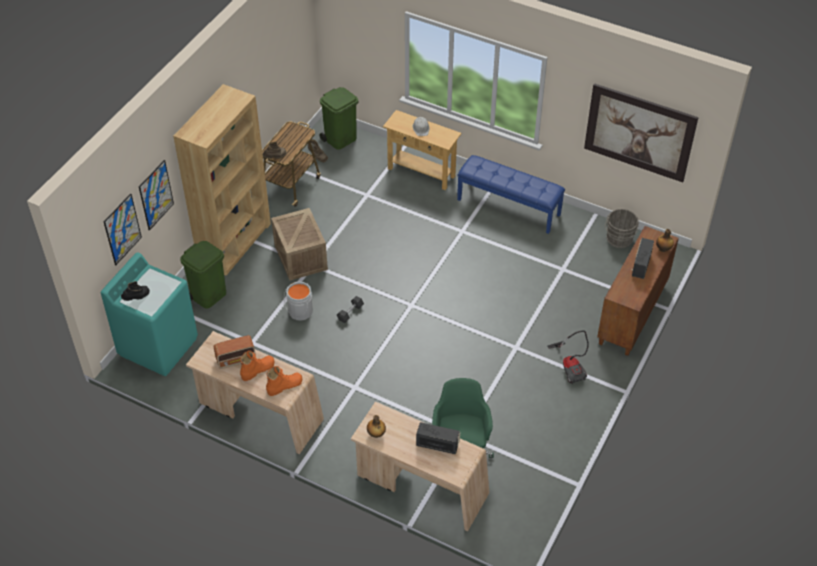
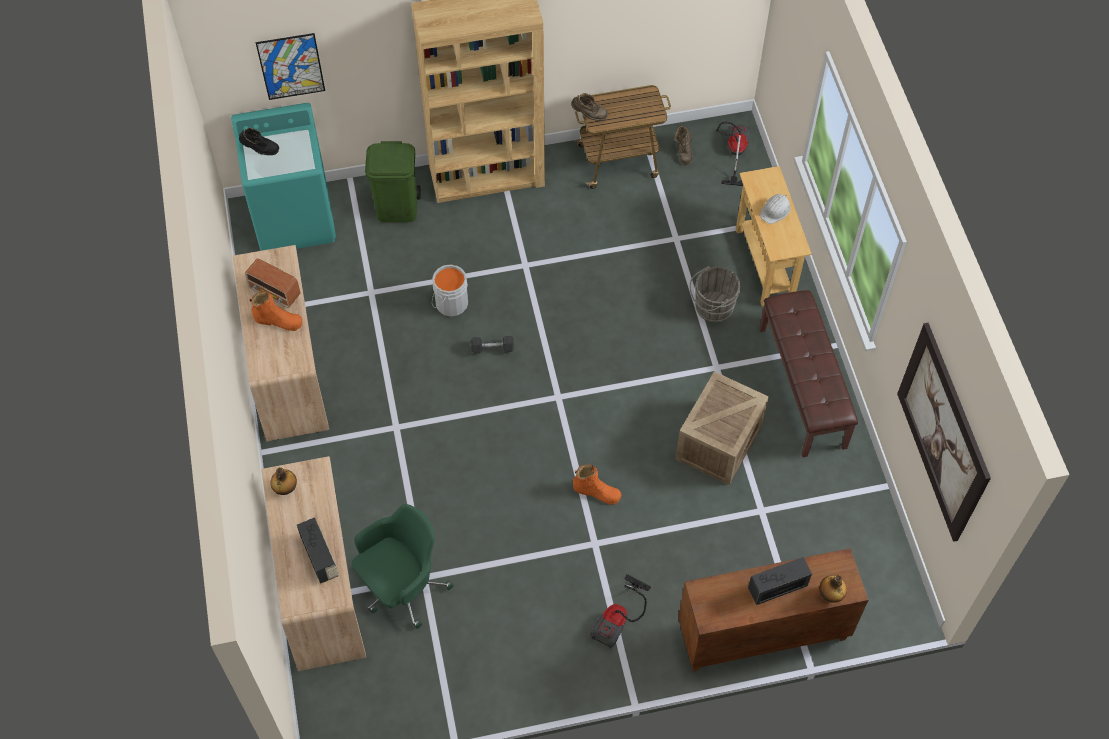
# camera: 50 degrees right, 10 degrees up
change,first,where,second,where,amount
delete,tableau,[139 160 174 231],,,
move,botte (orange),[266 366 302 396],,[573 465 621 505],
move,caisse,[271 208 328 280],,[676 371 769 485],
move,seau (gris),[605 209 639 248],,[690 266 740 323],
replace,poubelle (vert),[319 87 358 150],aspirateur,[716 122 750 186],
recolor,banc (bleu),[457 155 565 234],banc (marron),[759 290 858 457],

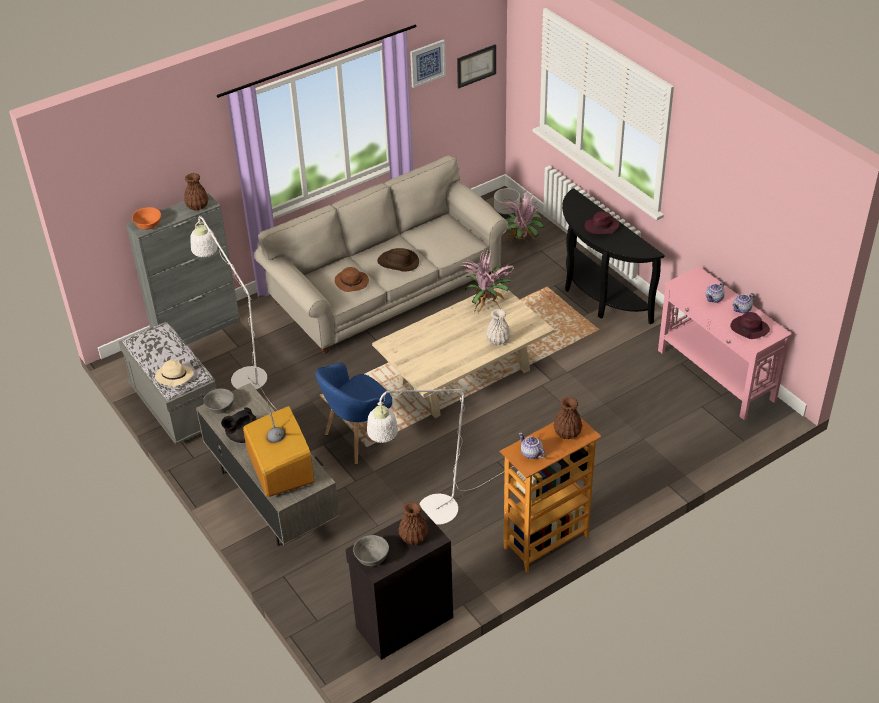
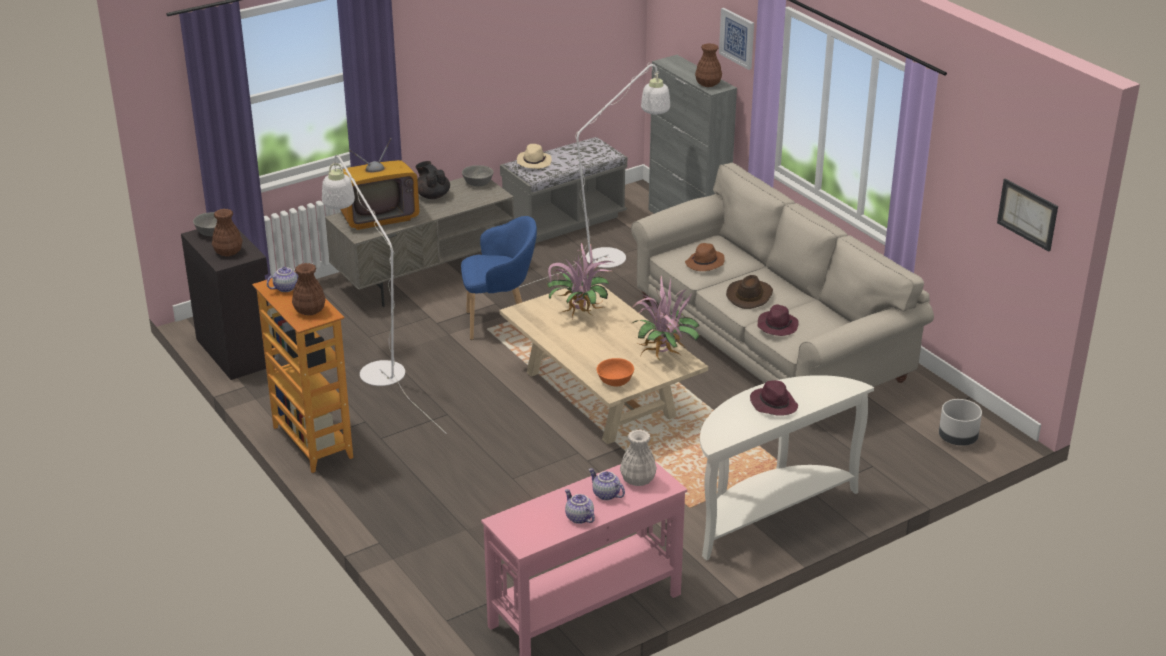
# camera: 90 degrees right, 10 degrees down
change,first,where,second,where,amount
move,bol (orange),[132 207 161 230],,[596 358 634 386],
move,tableau,[410 40 446 88],,[719 8 754 70],
move,vase (blanc),[486 309 510 345],,[620 429 657 486],
move,plante en pot,[499 189 545 244],,[544 243 612 320],
move,chapeau (violet),[730 312 770 339],,[757 305 799 336],
recolor,table console (noir),[562 188 665 324],table console (blanc),[700 375 874 560],
rotate,fauteuil (bleu),[316 363 395 465],,[461 216 537 340],120 degrees clockwise

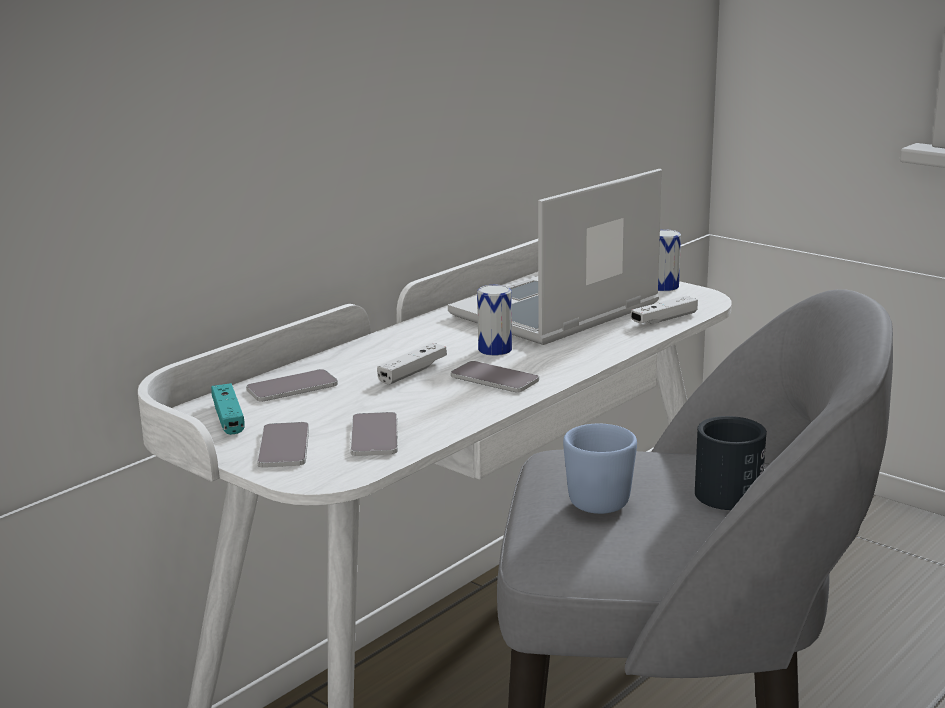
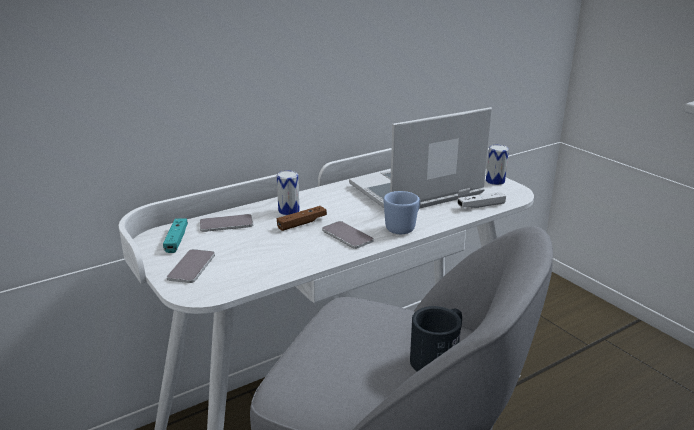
# camera: 15 degrees right, 5 degrees up
change,first,where,second,where,amount
delete,téléphone,[350 412 398 456],,,
move,boîte métallique,[477 285 512 356],,[277 171 300 215],
move,mug (bleu),[563 424 637 514],,[384 191 420 234],
recolor,manette (blanc),[377 343 447 385],manette (marron),[277 206 327 231],

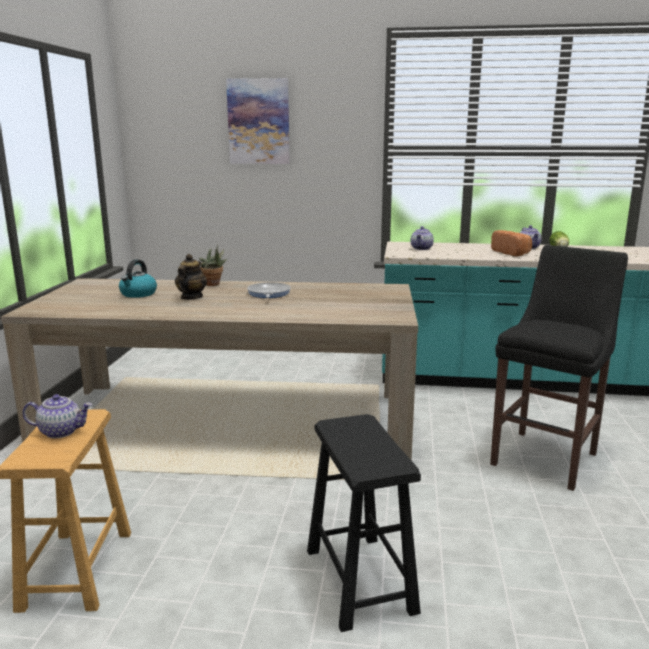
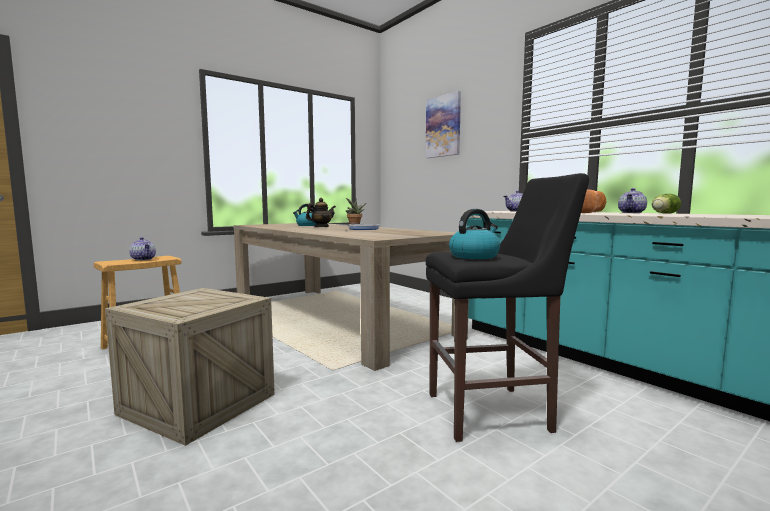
# camera: 45 degrees right, 10 degrees down
change,first,where,second,where,amount
insert,,,bouilloire,[449 209 500 259],
replace,tabouret (noir),[307 414 421 632],caisse,[105 288 275 446],

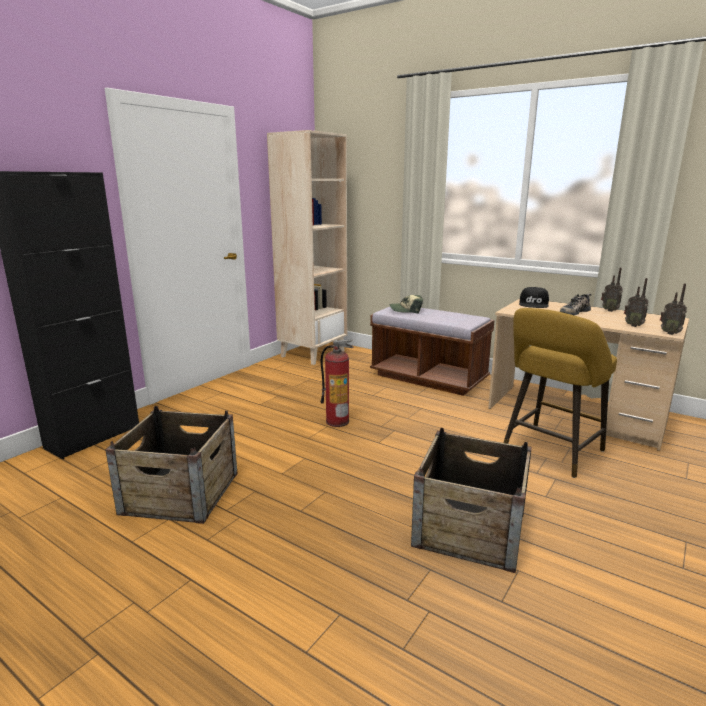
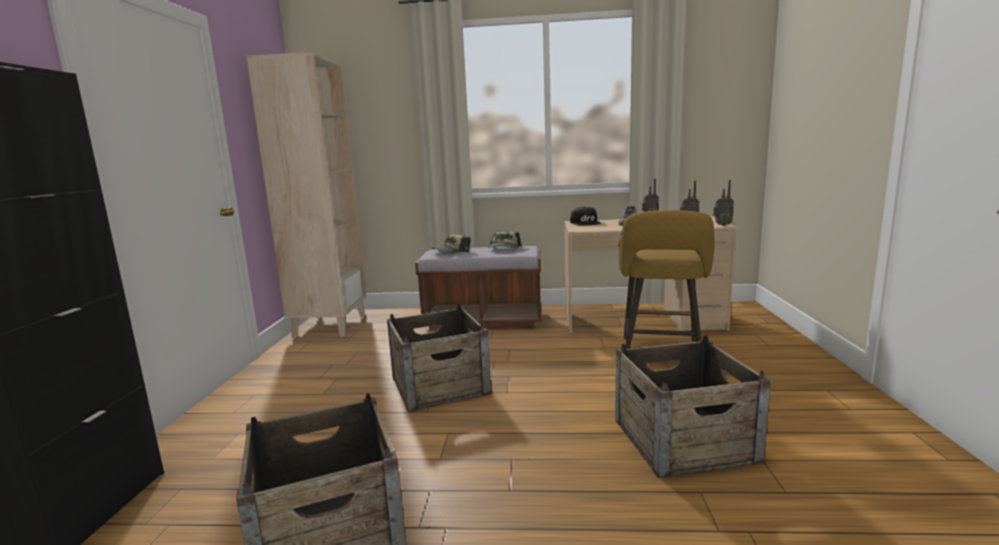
# camera: 30 degrees left, 5 degrees down
change,first,where,second,where,amount
insert,,,casquette,[488 231 522 249],
replace,extincteur,[320 339 354 427],caisse,[387 304 491 412],

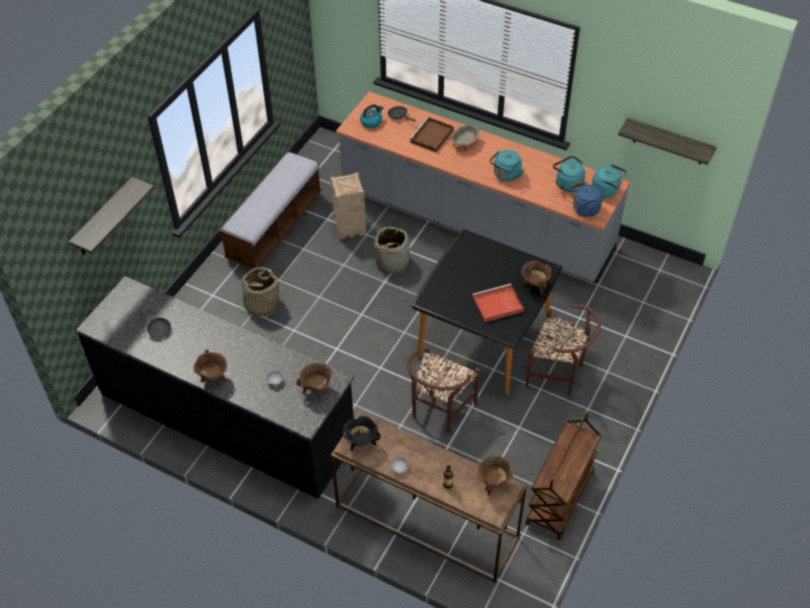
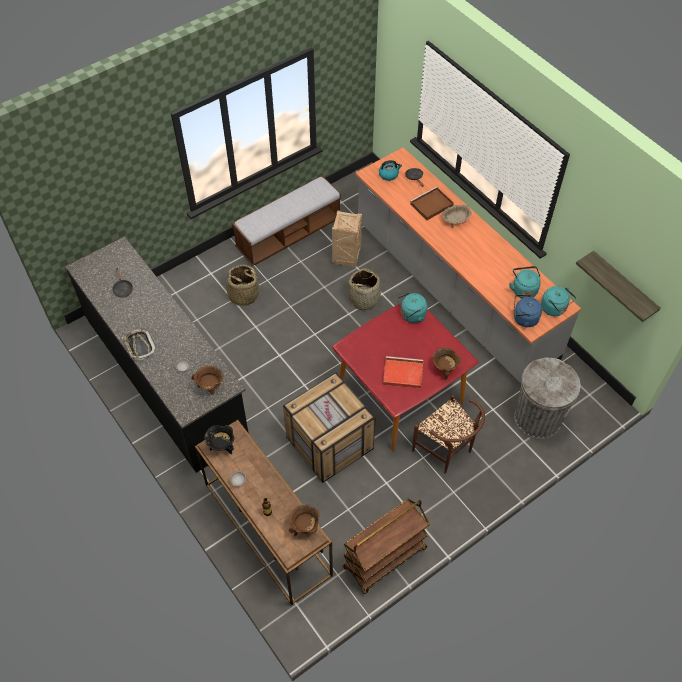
# camera: 25 degrees right, 5 degrees up
change,first,where,second,where,amount
delete,étagère,[69 177 154 255],,,
insert,,,poubelle (gris),[514 358 580 440],
move,bouilloire (turquoise),[490 150 524 181],,[397 292 427 323],
replace,marmite (marron),[193 349 227 382],plateau,[122 328 157 361],
replace,chaise (marron),[407 347 480 434],caisse,[283 373 376 483],
recolor,table à manger (noir),[411 229 563 395],table à manger (rouge),[332 303 479 451],

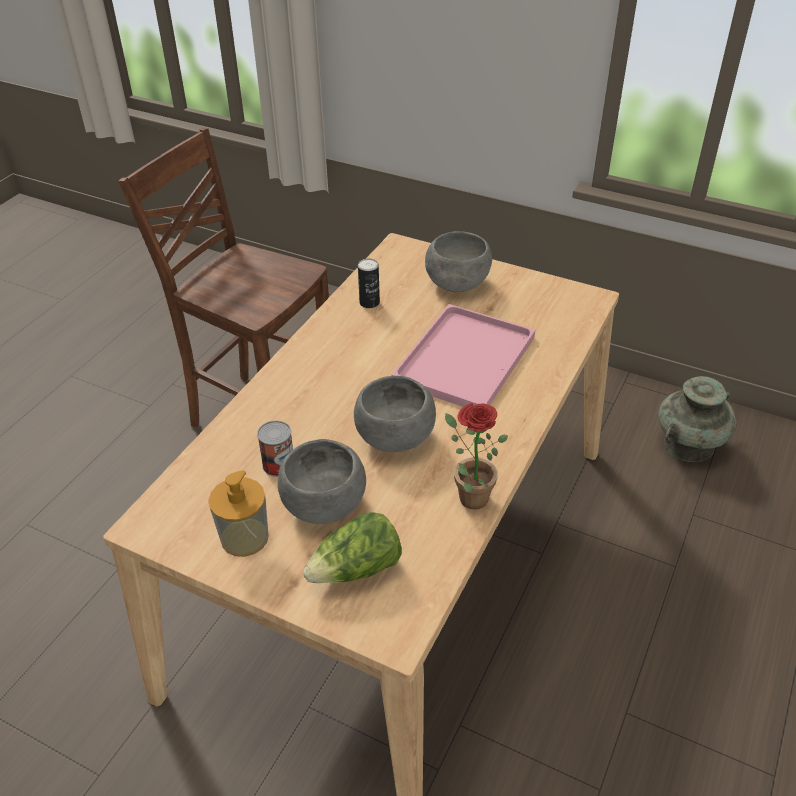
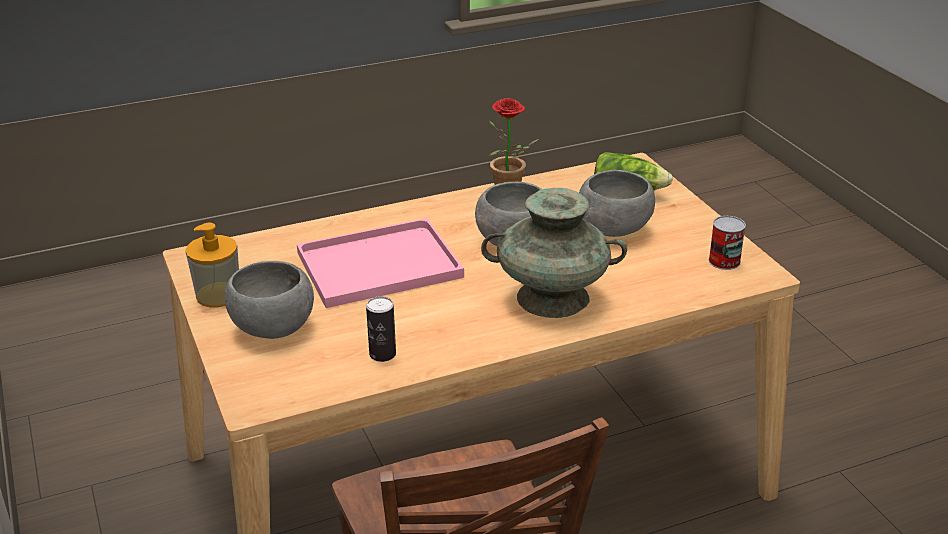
# camera: 140 degrees left, 10 degrees down
change,first,where,second,where,amount
move,distributeur de savon,[208 471 269 557],,[185 223 239 308],
move,boîte métallique,[257 421 293 477],,[709 216 746 270],
move,vase (turquoise),[658 376 737 462],,[481 188 627 318],

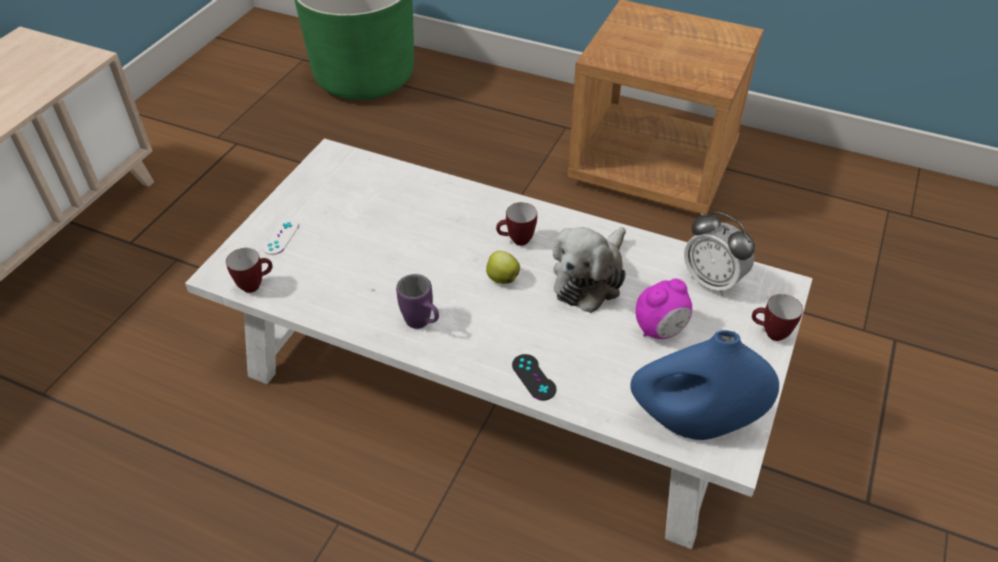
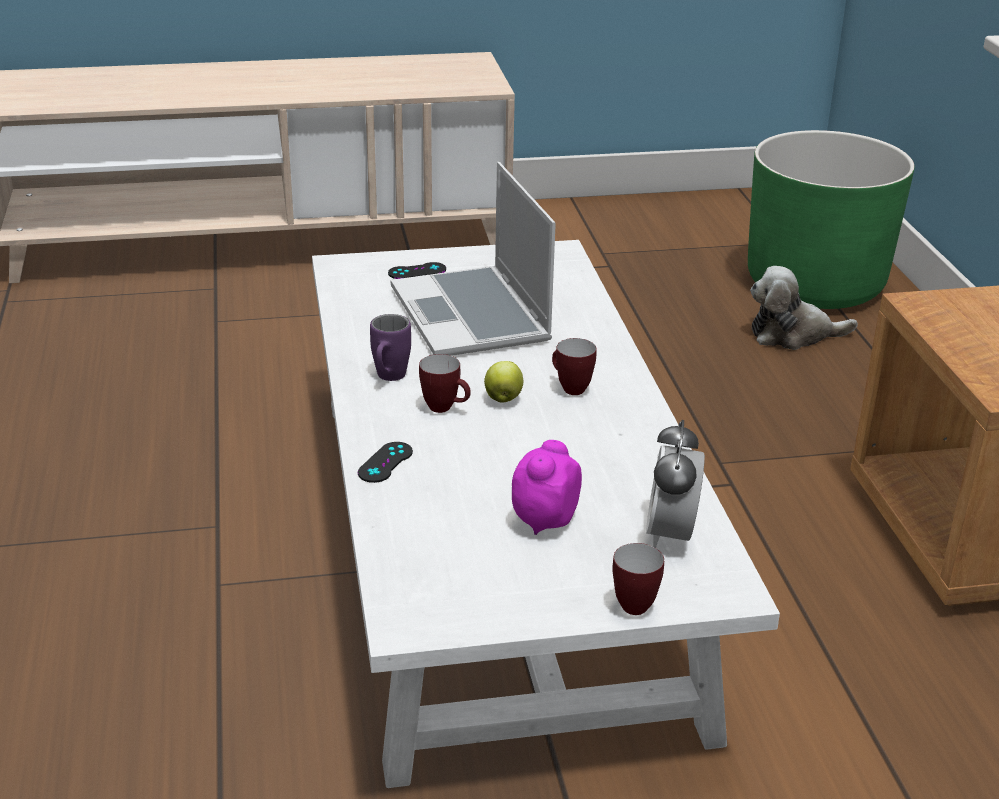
# camera: 55 degrees right, 15 degrees down
change,first,where,second,where,amount
delete,vase (bleu),[630 330 779 440],,,
insert,,,ordinateur portable,[391 162 556 356],
move,mug,[226 248 272 293],,[419 354 471 413],
move,peluche,[553 227 626 313],,[750 266 858 350],
recolor,manette (blanc),[262 219 299 255],manette (noir),[388 262 446 279],
rotate,réveil,[636 279 692 339],,[512 440 582 535],90 degrees clockwise

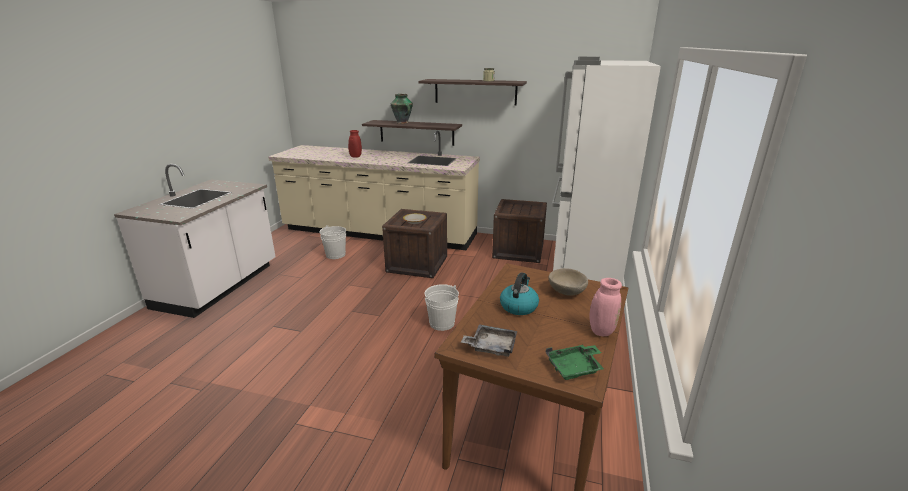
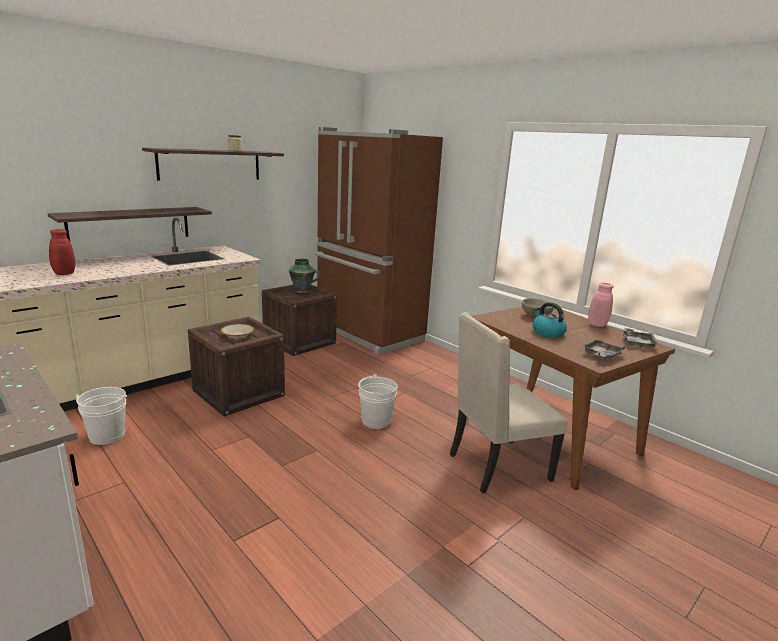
# camera: 60 degrees left, 5 degrees down
change,first,where,second,where,amount
insert,,,chaise (beige),[450 312 567 494],
move,vase,[391 94 413 124],,[289 259 320 293],
recolor,plateau (vert),[546 345 604 380],plateau (gris),[622 328 658 348],
recolor,réfrigérateur (blanc),[551 57 661 284],réfrigérateur (marron),[315 127 443 355],

